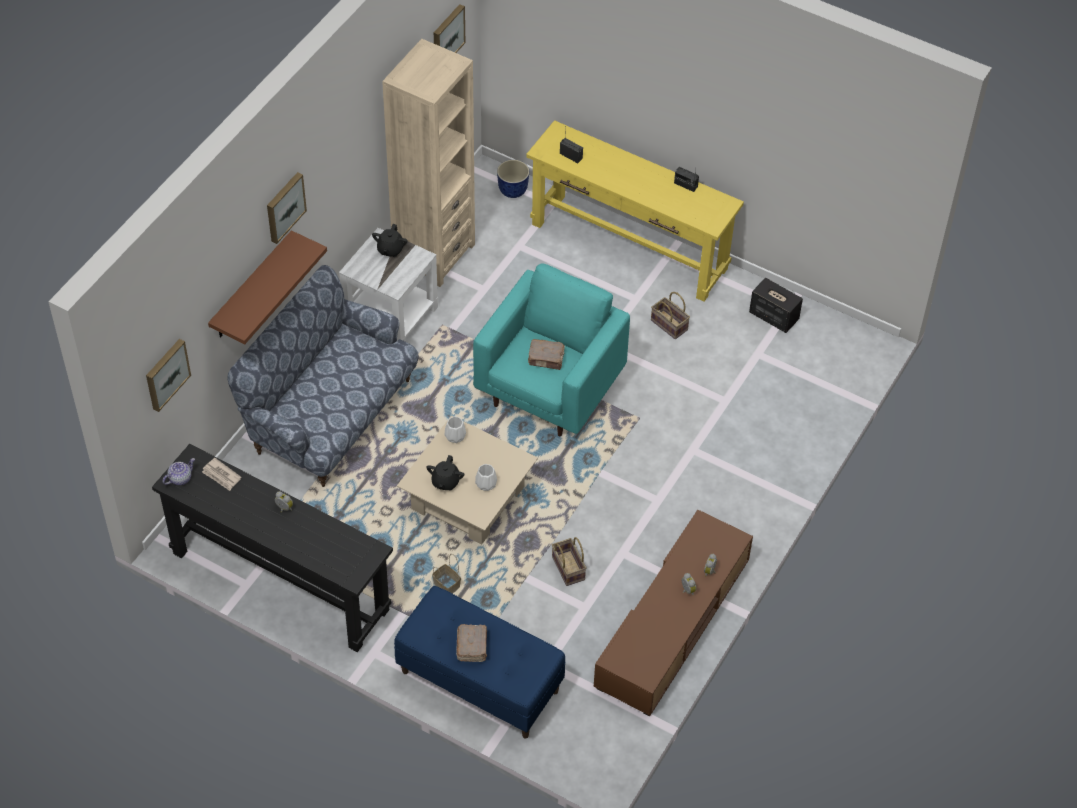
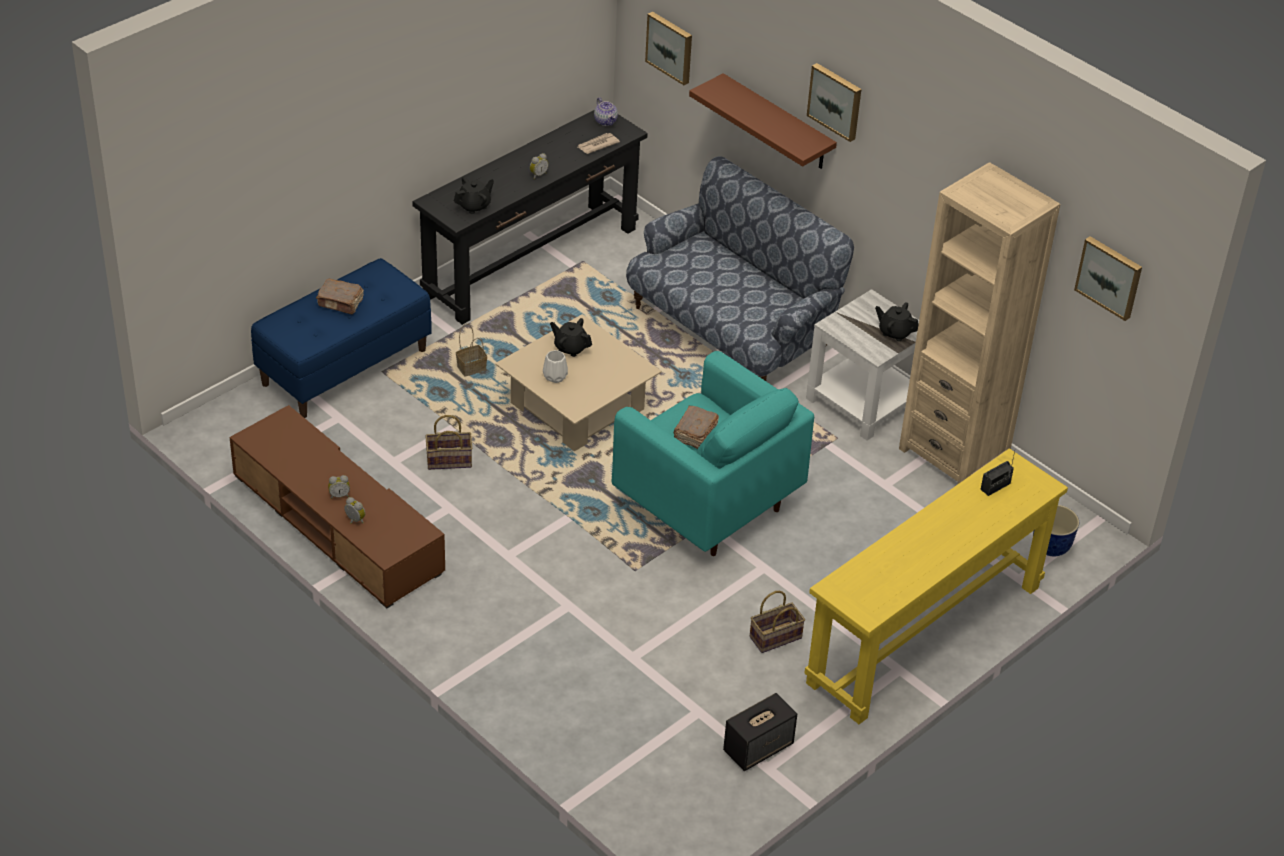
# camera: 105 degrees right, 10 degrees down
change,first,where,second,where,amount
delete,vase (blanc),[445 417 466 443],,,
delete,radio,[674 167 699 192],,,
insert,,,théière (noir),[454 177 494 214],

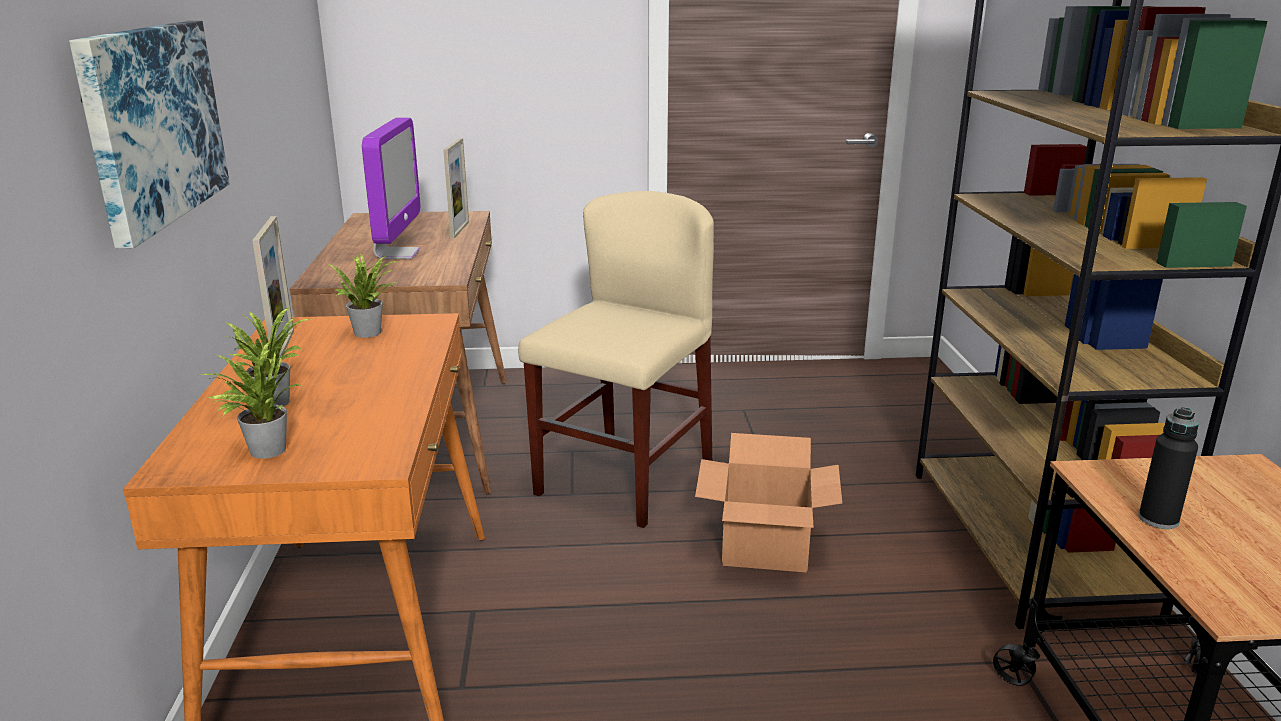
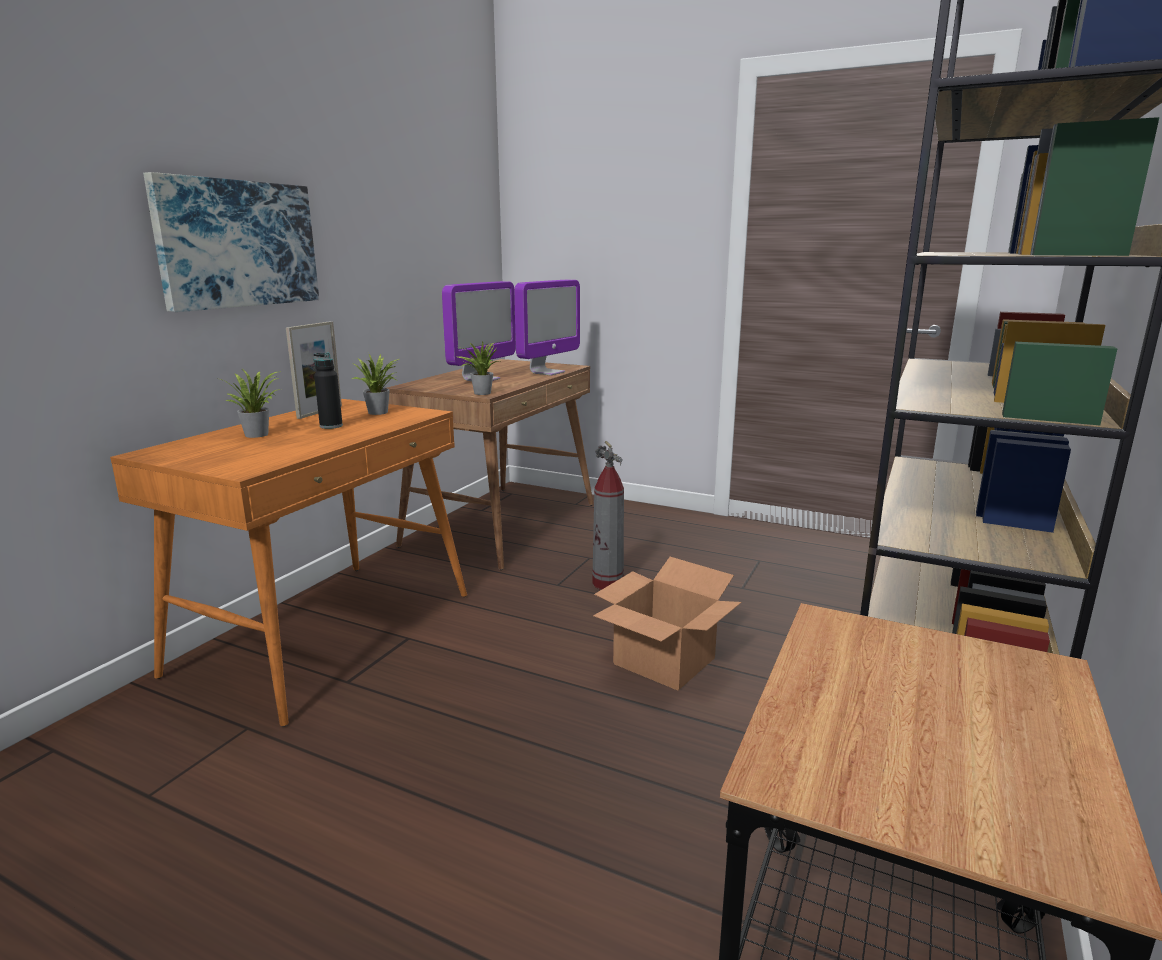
# camera: 30 degrees right, 5 degrees down
change,first,where,second,where,amount
move,plante en pot,[201 343 302 459],,[458 342 502 395],
move,bouteille (noir),[1139 407 1199 529],,[314 353 343 429],
replace,cadre photo,[443 138 469 238],écran d'ordinateur,[514 280 580 376],
replace,chaise (beige),[518 191 714 528],extincteur,[592 441 624 590],

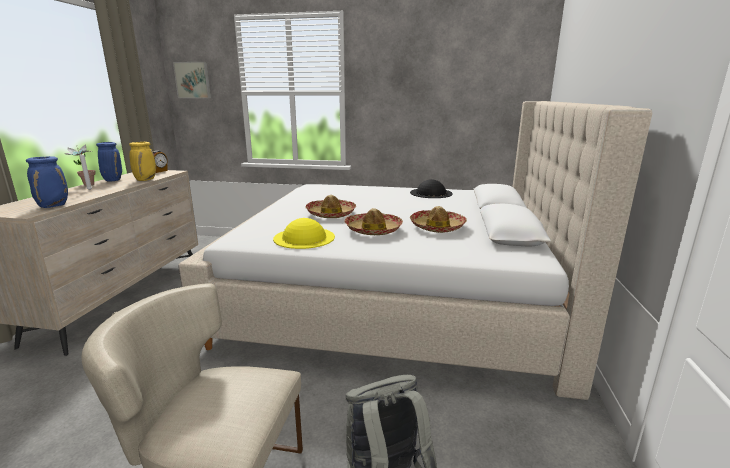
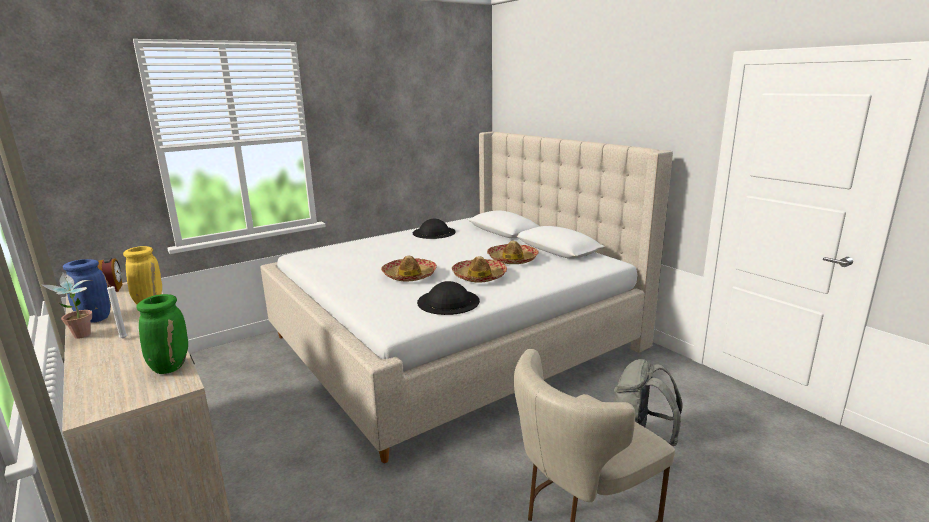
# camera: 45 degrees left, 0 degrees up
change,first,where,second,where,amount
delete,tableau,[173 62 211 98],,,
recolor,vase (bleu),[26 156 68 208],vase (vert),[136 294 188 374],
recolor,chapeau (jaune),[273 218 335 249],chapeau (noir),[417 281 480 315],

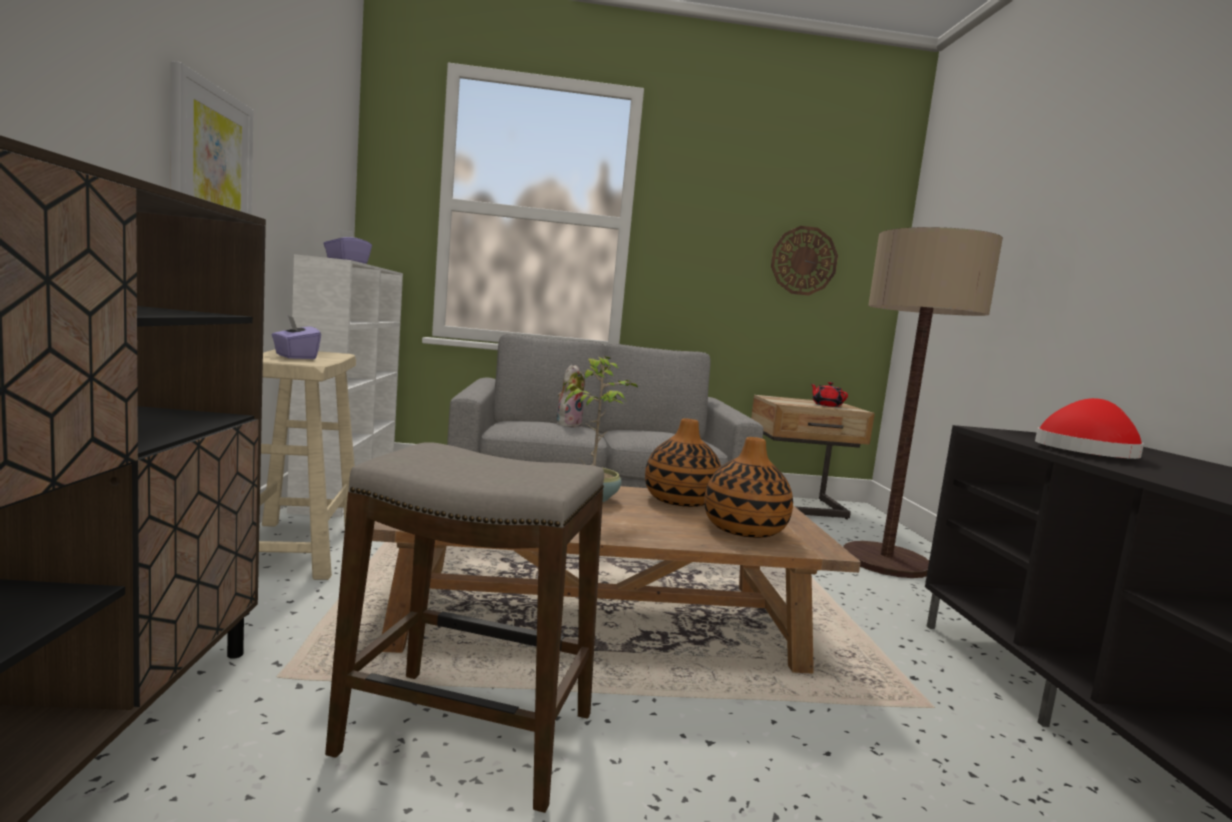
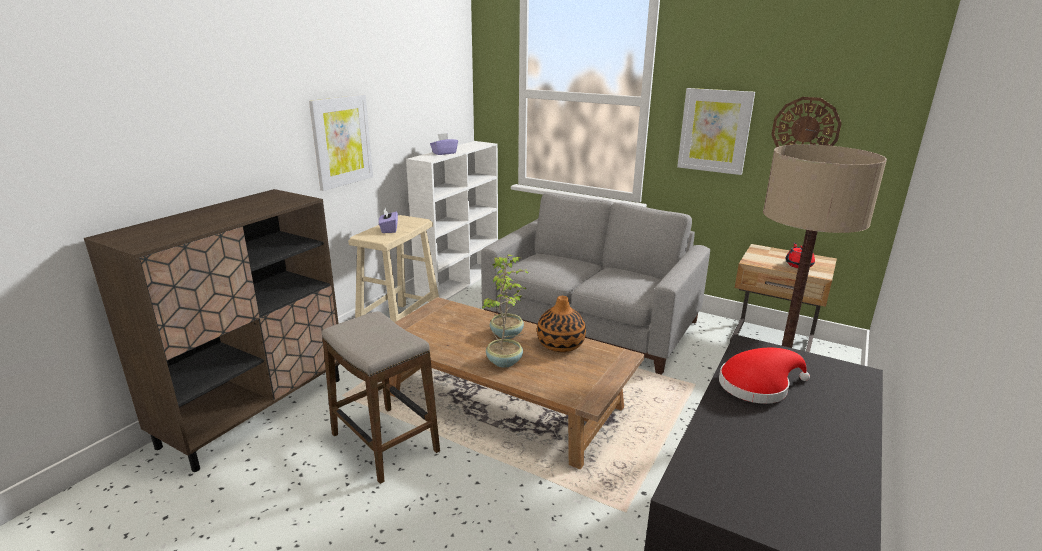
# camera: 35 degrees right, 15 degrees up
change,first,where,second,where,amount
delete,peluche,[556 365 585 428],,,
delete,vase,[704 437 793 538],,,
insert,,,plante en pot,[482 275 526 368],
insert,,,tableau,[677 88 755 175],

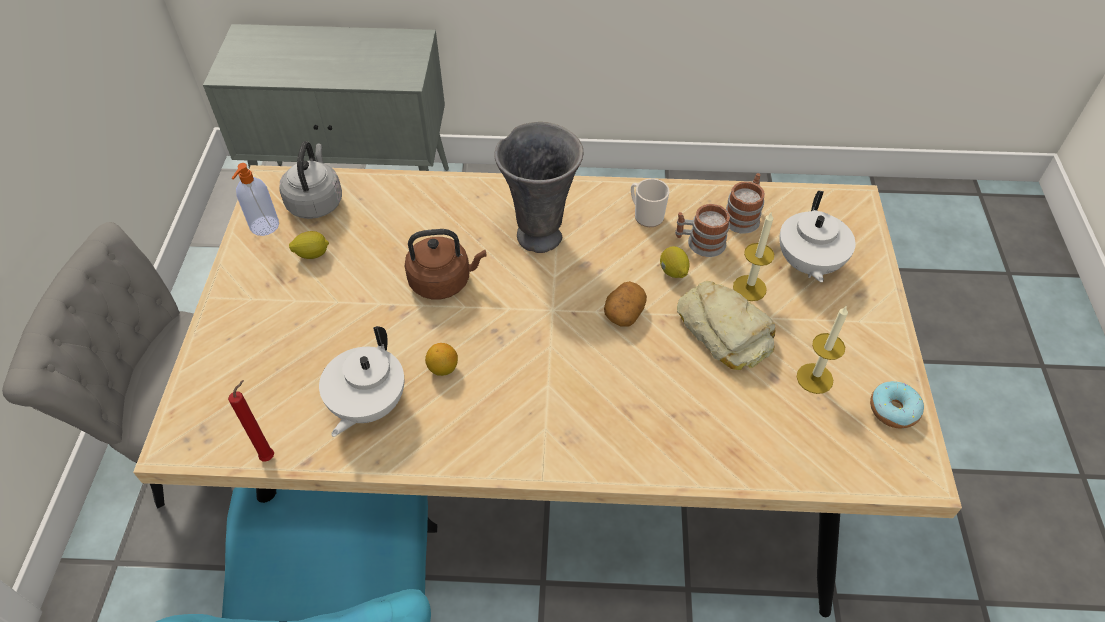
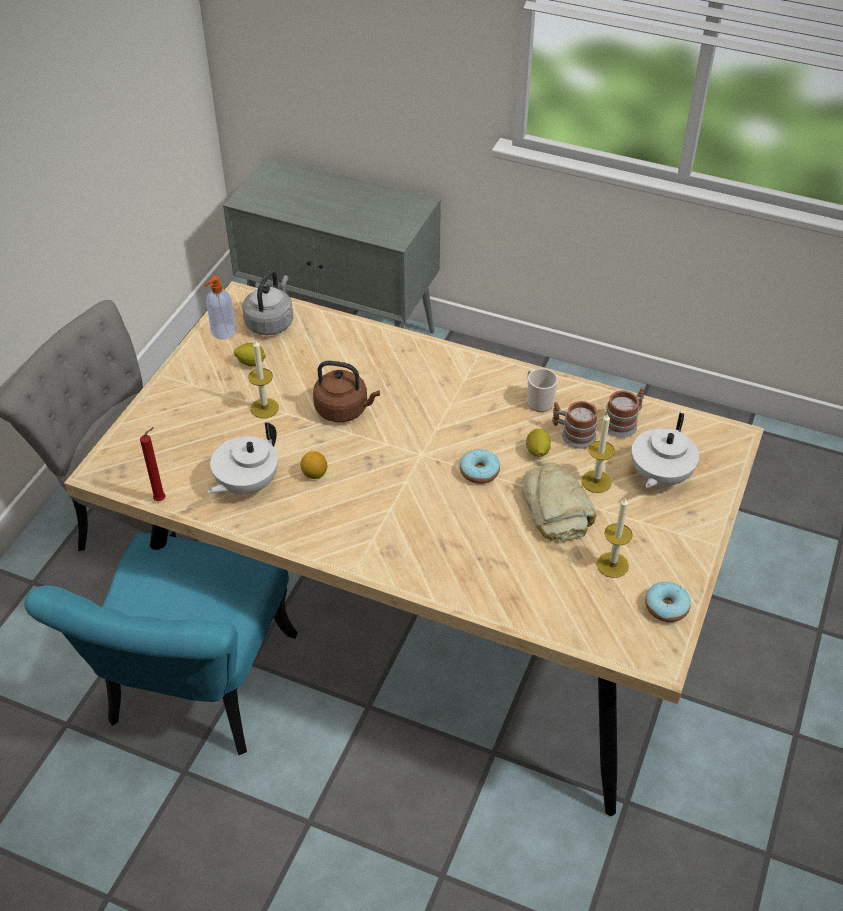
# camera: 20 degrees right, 5 degrees down
change,first,where,second,where,amount
delete,vase (gris),[494 122 583 253],,,
insert,,,bougie,[248 339 279 418],
replace,pomme de terre,[604 281 647 327],beignet,[460 449 500 484],

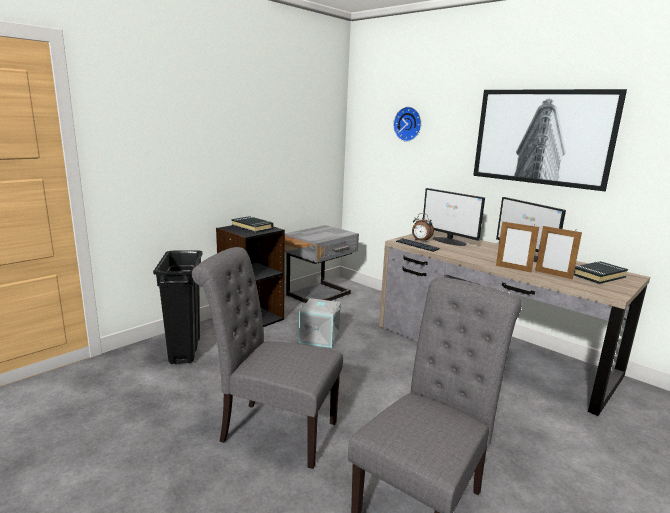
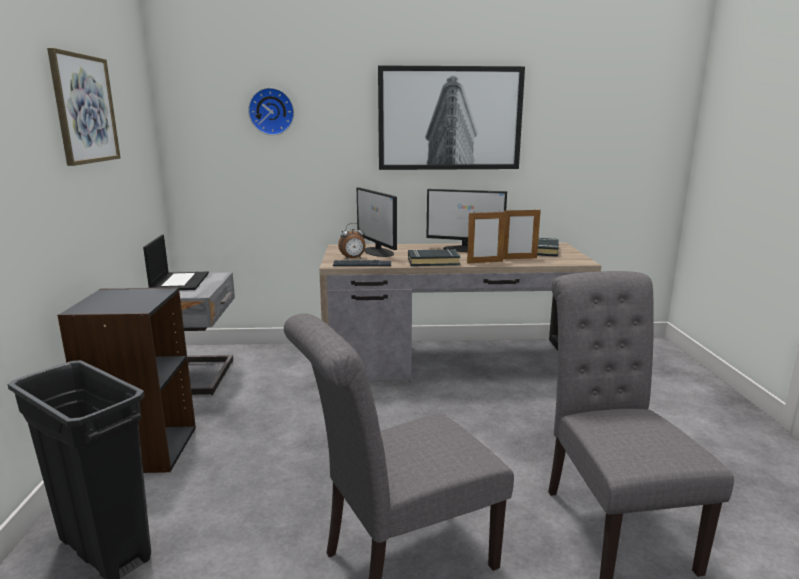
# camera: 45 degrees left, 0 degrees up
change,first,where,second,where,amount
delete,boîte de rangement (gris),[299 298 341 348],,,
insert,,,tableau,[47 48 121 166],
insert,,,ordinateur portable,[143 235 209 290],
move,livre (noir),[232 216 273 233],,[408 249 461 266],
rotate,écran d'ordinateur,[423 188 485 246],,[357 187 397 257],60 degrees clockwise

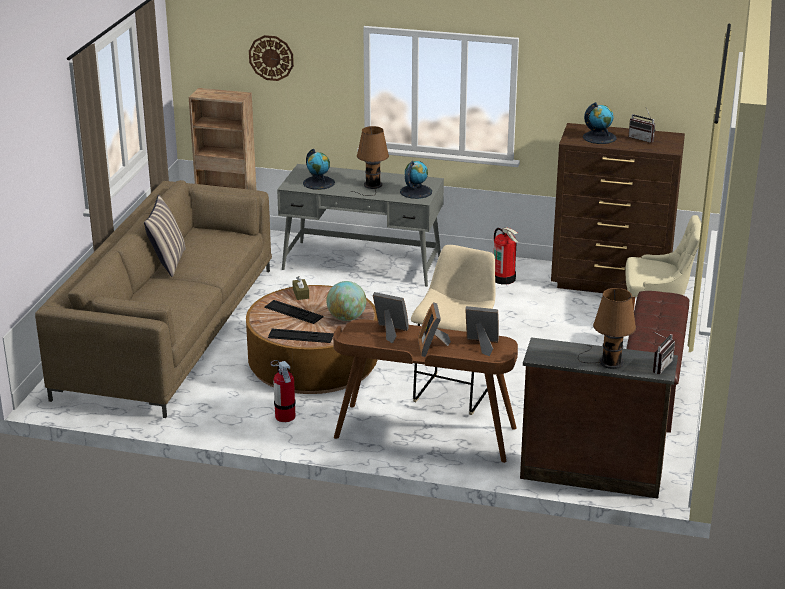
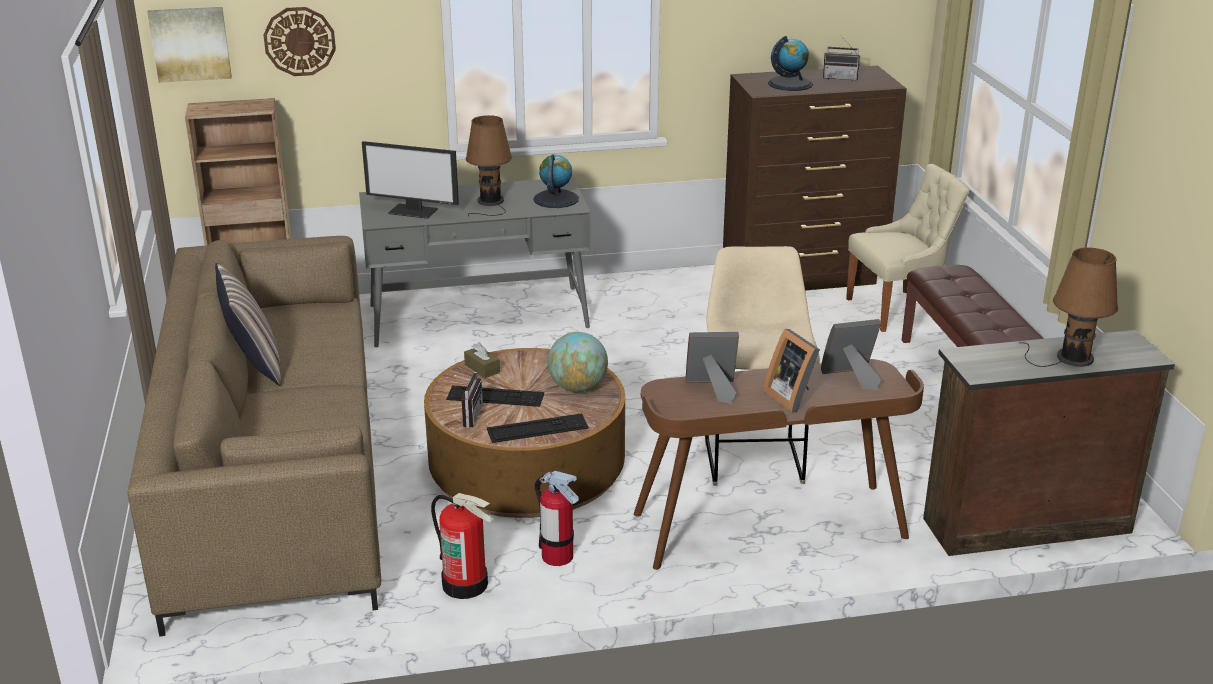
# camera: 25 degrees left, 0 degrees up
change,first,where,second,where,amount
insert,,,tableau,[147 7 232 83],
move,extincteur,[494 227 518 284],,[431 493 494 599],
move,radio,[653 332 675 374],,[452 372 483 428],
replace,globe,[303 149 335 190],écran d'ordinateur,[362 141 459 219],

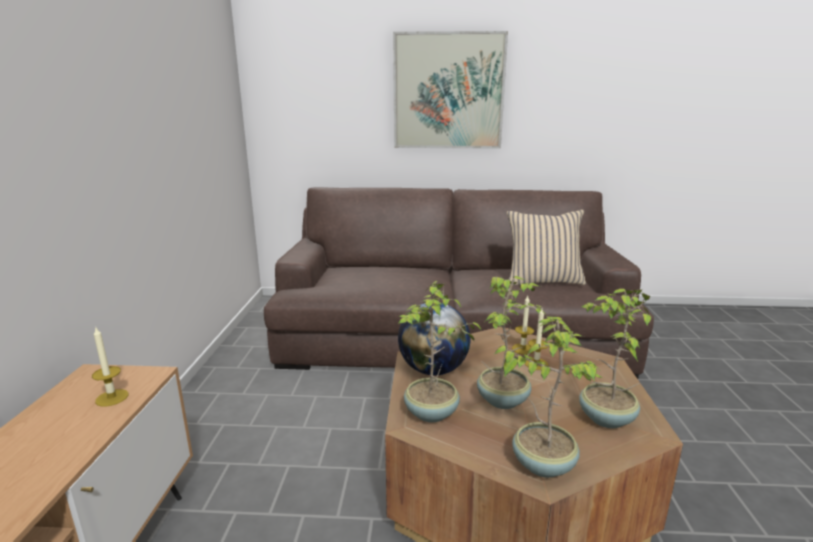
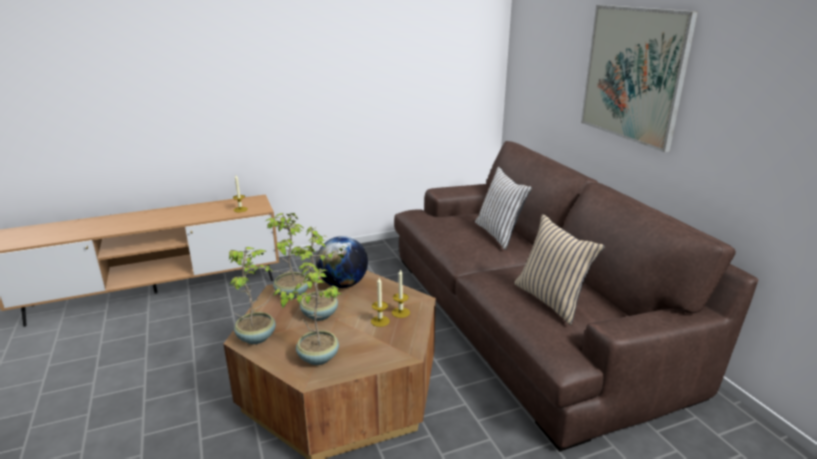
# camera: 65 degrees right, 5 degrees up
change,first,where,second,where,amount
insert,,,coussin (blanc),[475 167 532 250],

